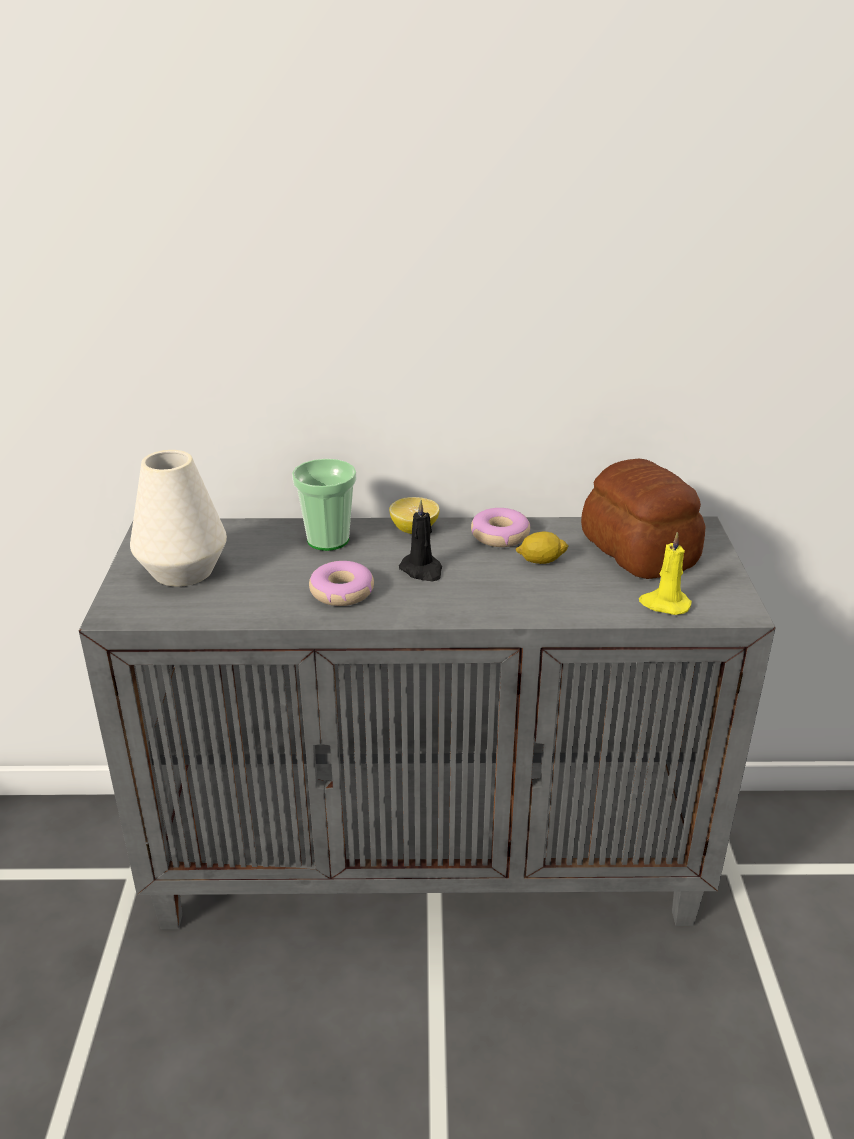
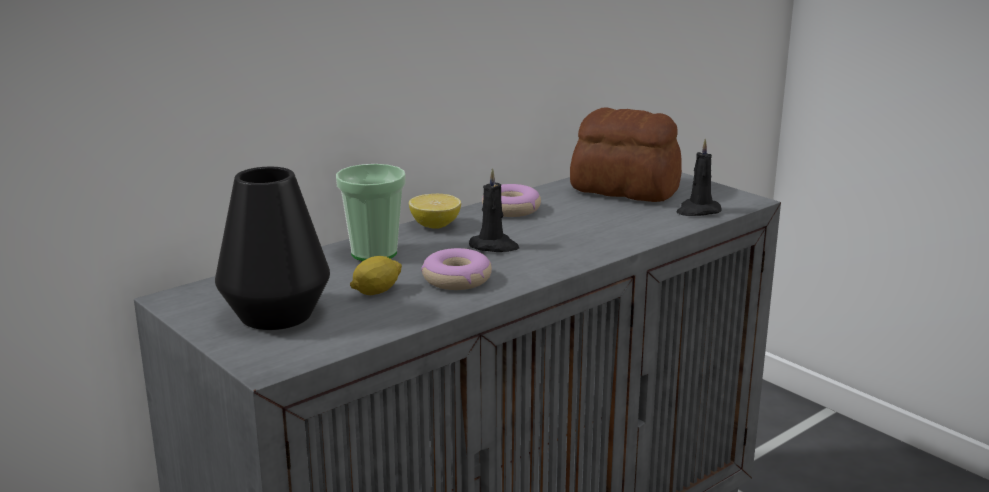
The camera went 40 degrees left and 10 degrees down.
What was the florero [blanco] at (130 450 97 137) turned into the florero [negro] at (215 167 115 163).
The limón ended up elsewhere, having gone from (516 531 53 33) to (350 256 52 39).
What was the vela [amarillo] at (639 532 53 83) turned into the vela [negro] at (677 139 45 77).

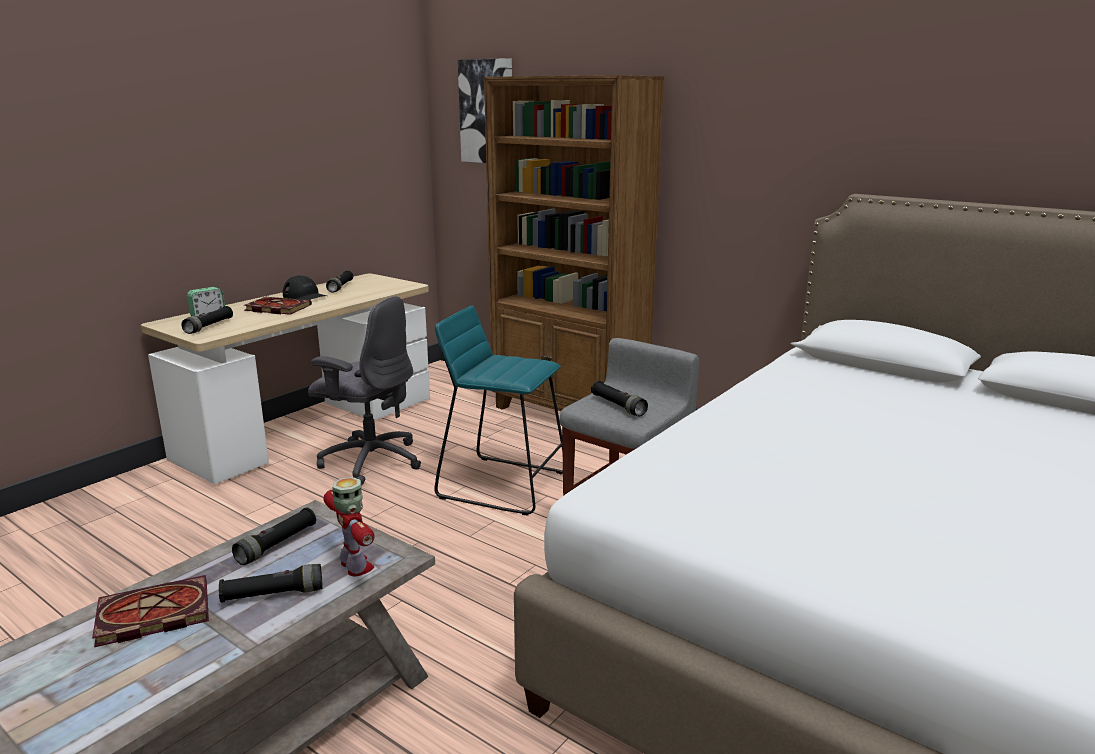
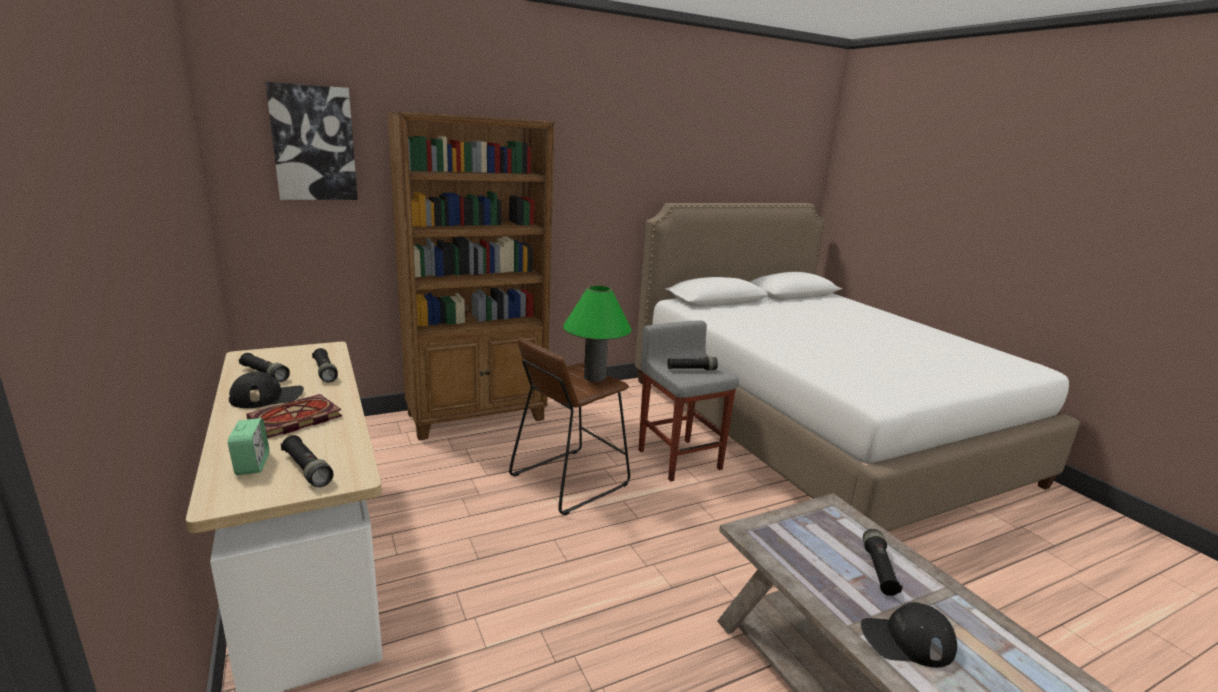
The camera went 65 degrees left and 0 degrees up.
The second view lost the silla de oficina [gris] at (308 296 113 190).
What was the taburete [turquesa] at (434 306 129 209) turned into the taburete [marrón] at (509 338 121 177).
The second view lost the robot de juguete at (324 477 50 100).
The linterna [negro] ended up elsewhere, having gone from (232 507 84 58) to (312 348 26 35).
Where the libro stood at (92 575 117 72), the gorra [negro] came to stand at (861 602 96 66).
The second view gained the lámpara de mesa [verde] at (563 285 69 97).

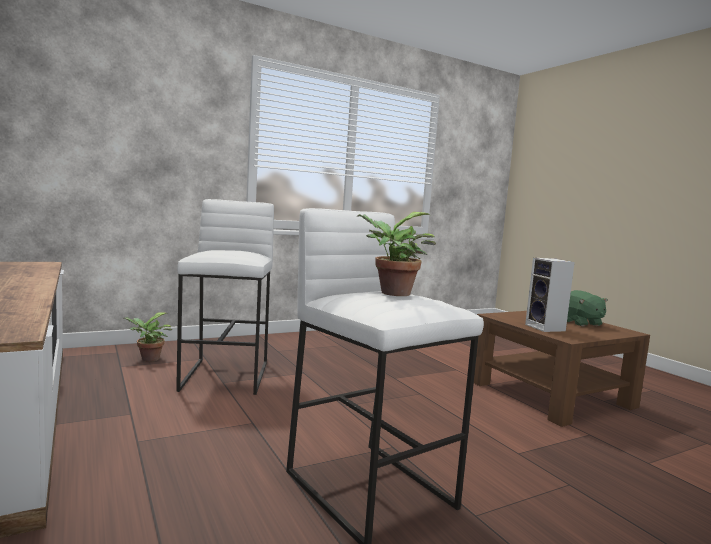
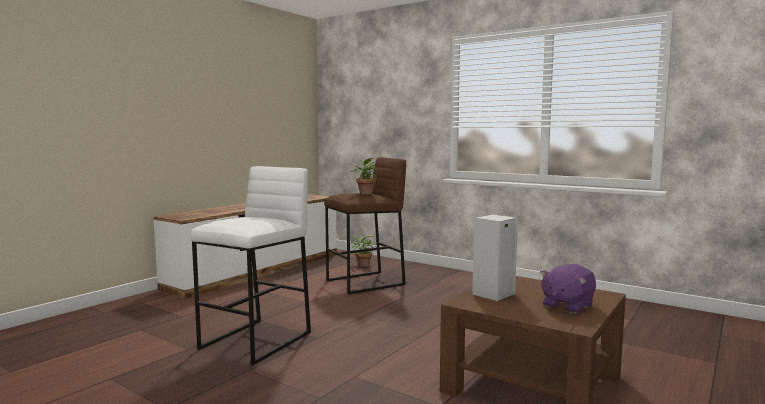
The camera went 65 degrees right and 0 degrees up.
What was the taburete [blanco] at (176 199 98 196) turned into the taburete [marrón] at (324 157 82 138).
The planta en maceta ended up elsewhere, having gone from (358 212 78 84) to (350 158 27 36).
What was the peluche [verde] at (567 290 41 37) turned into the peluche [morado] at (539 264 57 50).

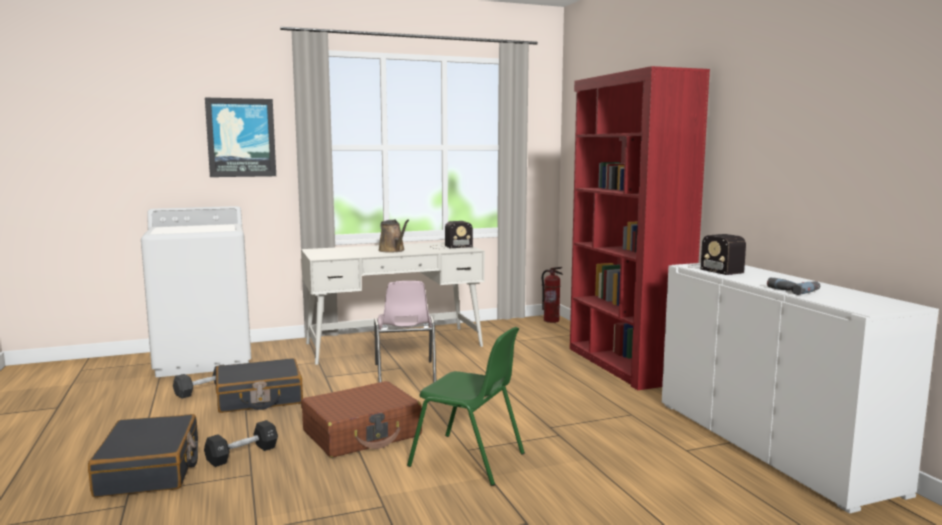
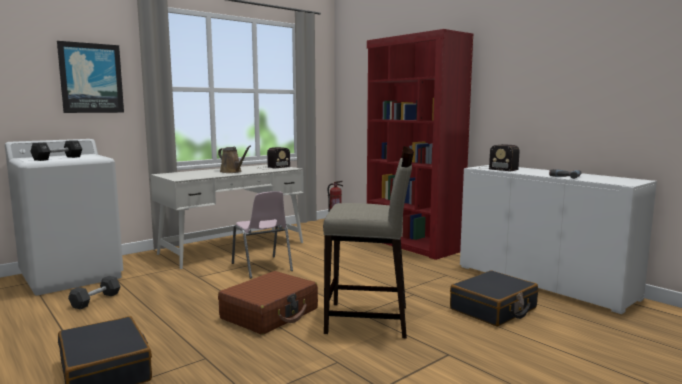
The camera went 20 degrees left and 0 degrees up.
Where the silla [verde] stood at (407 327 118 159), the taburete [beis] came to stand at (323 146 91 192).
The maleta [negro] ended up elsewhere, having gone from (216 358 87 55) to (450 270 88 56).
The mancuerna [negro] ended up elsewhere, having gone from (204 420 74 47) to (30 140 52 21).

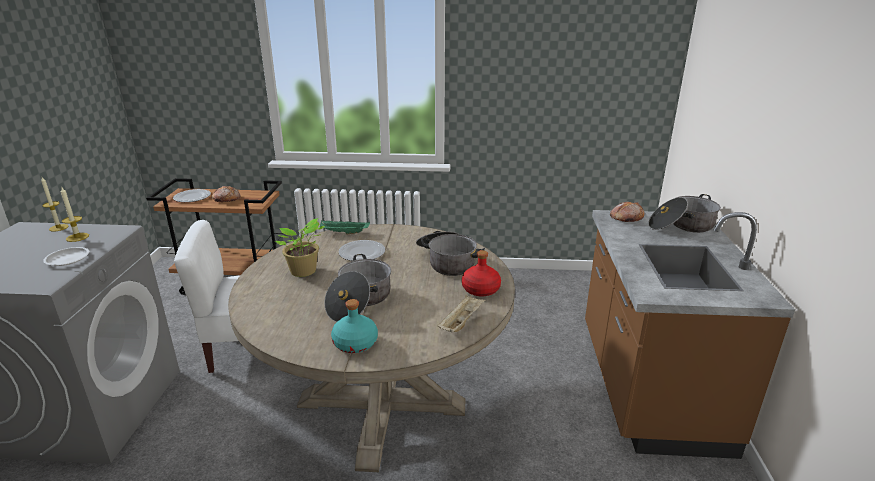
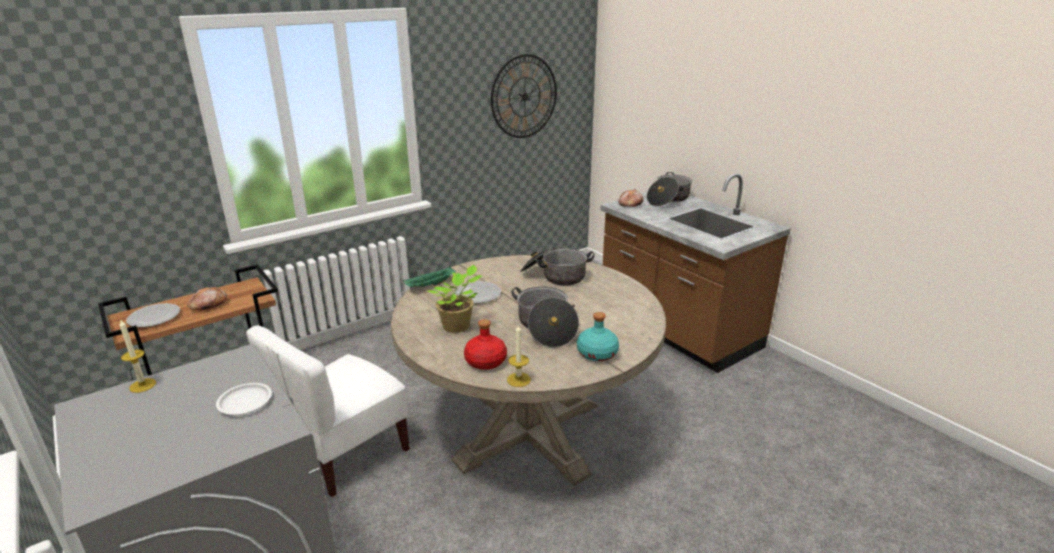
The camera went 40 degrees left and 0 degrees up.
The vela ended up elsewhere, having gone from (61 186 28 56) to (507 325 24 62).
The botella [rojo] ended up elsewhere, having gone from (462 250 39 46) to (464 319 43 51).
The second view lost the bandeja [beis] at (437 295 48 38).
The second view gained the reloj de pared at (491 54 66 84).

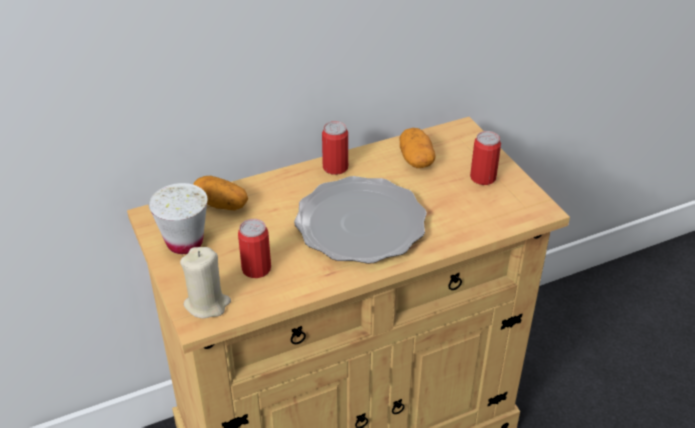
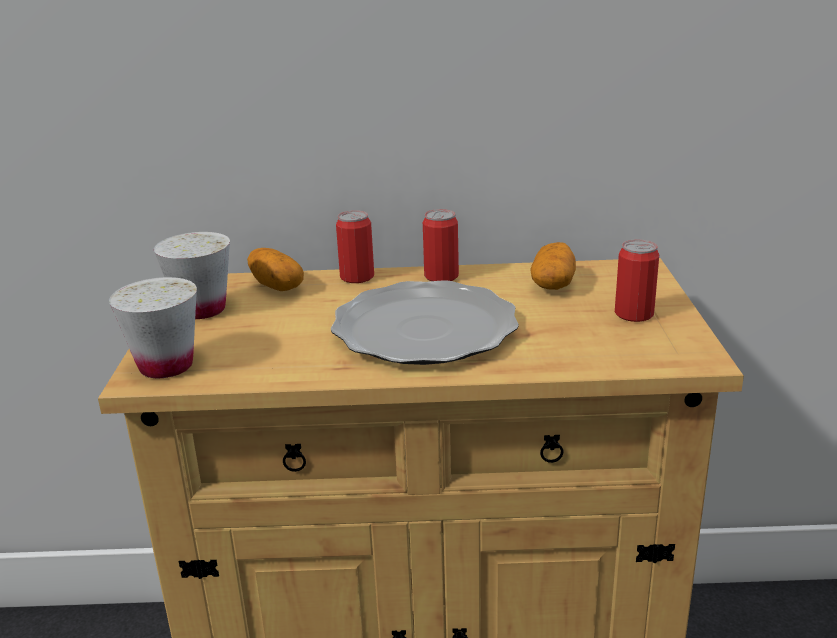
The camera went 25 degrees right and 15 degrees down.
The lata ended up elsewhere, having gone from (238 219 33 59) to (336 210 38 73).
Where the vela [beis] stood at (180 247 51 72), the taza [blanco] came to stand at (108 277 89 101).

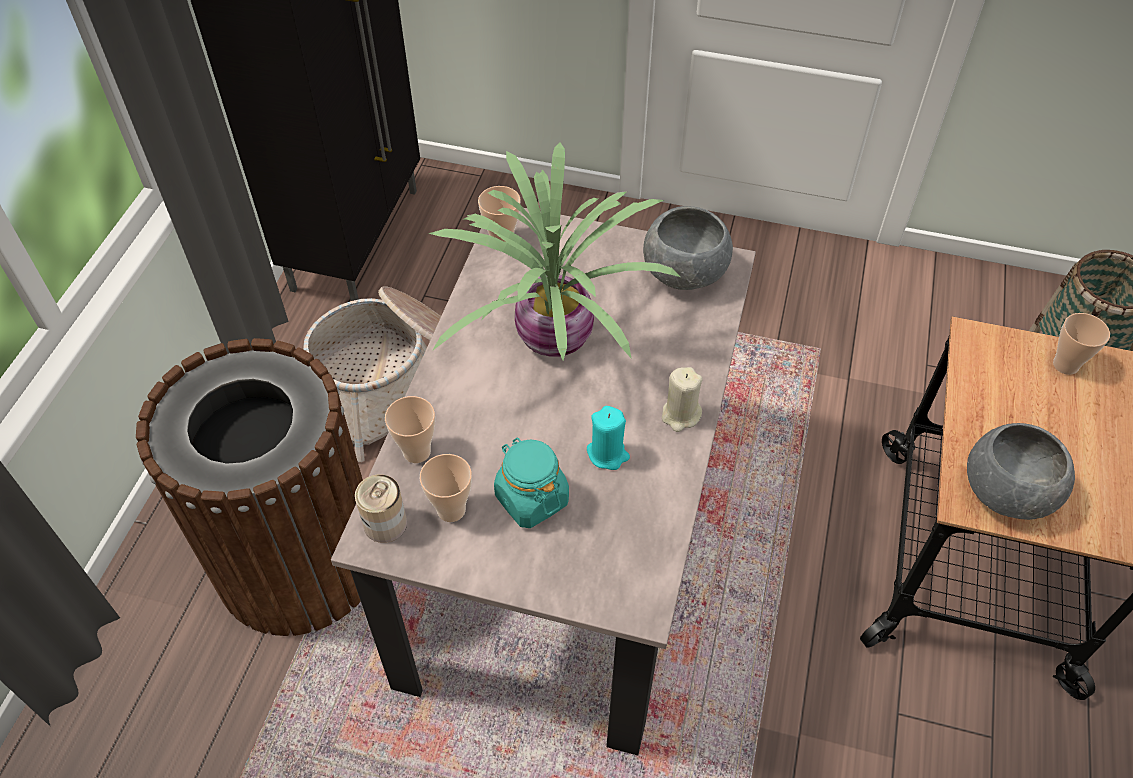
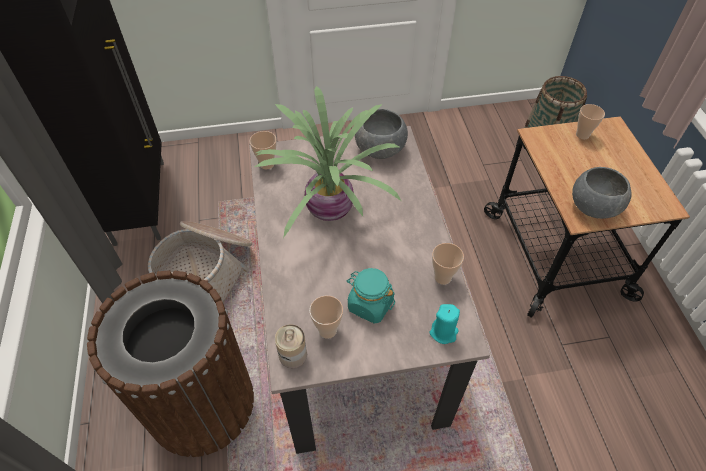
The camera went 25 degrees left and 0 degrees up.
The second view lost the vela [beis] at (662 367 41 65).
The taza ended up elsewhere, having gone from (385 396 50 67) to (432 243 32 42).
The vela [turquesa] ended up elsewhere, having gone from (587 406 43 64) to (430 304 30 40).

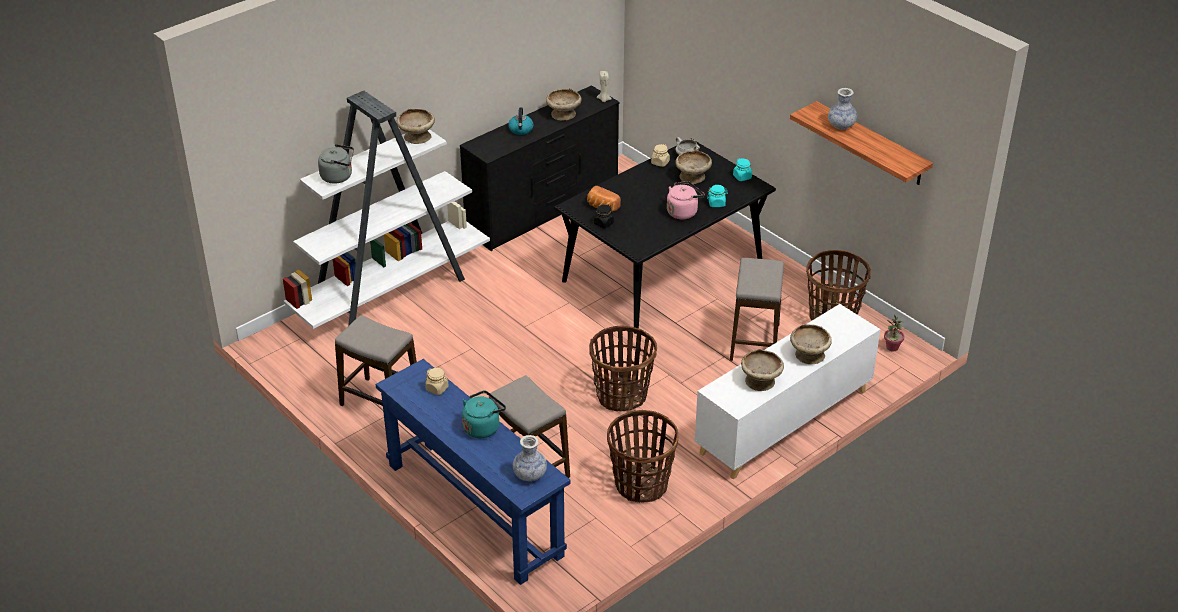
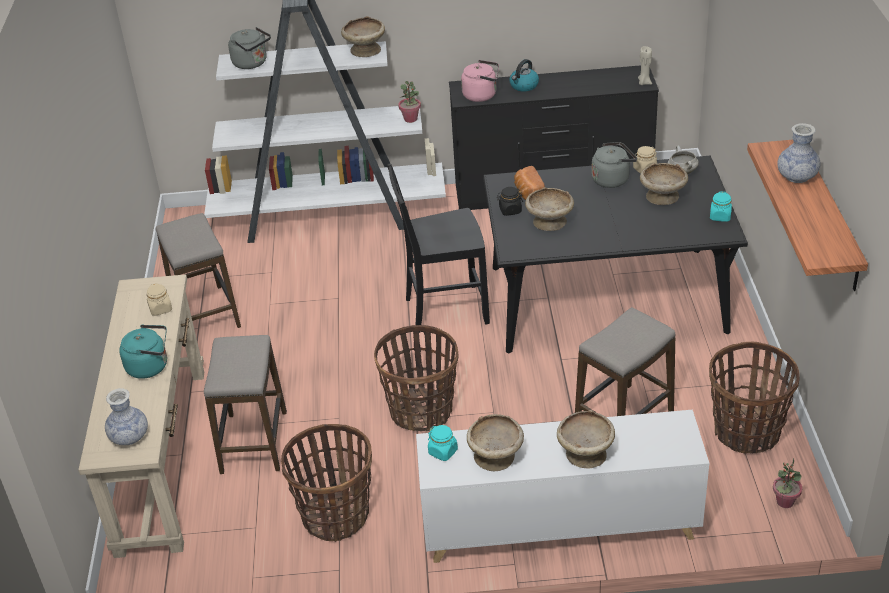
The camera went 40 degrees right and 0 degrees up.
The cuenco [beis] ended up elsewhere, having gone from (546 88 36 33) to (525 187 49 44).
The hervidor [rosa] ended up elsewhere, having gone from (667 181 38 38) to (461 60 38 42).
The tarro [turquesa] ended up elsewhere, having gone from (707 185 21 22) to (428 425 30 36).
What was the mesa consola [azul] at (375 359 196 226) turned into the mesa consola [beis] at (78 274 126 284).
The second view gained the planta en maceta at (398 81 23 42).
The second view gained the hervidor [gris] at (591 142 46 46).
The second view gained the silla [negro] at (387 163 103 170).

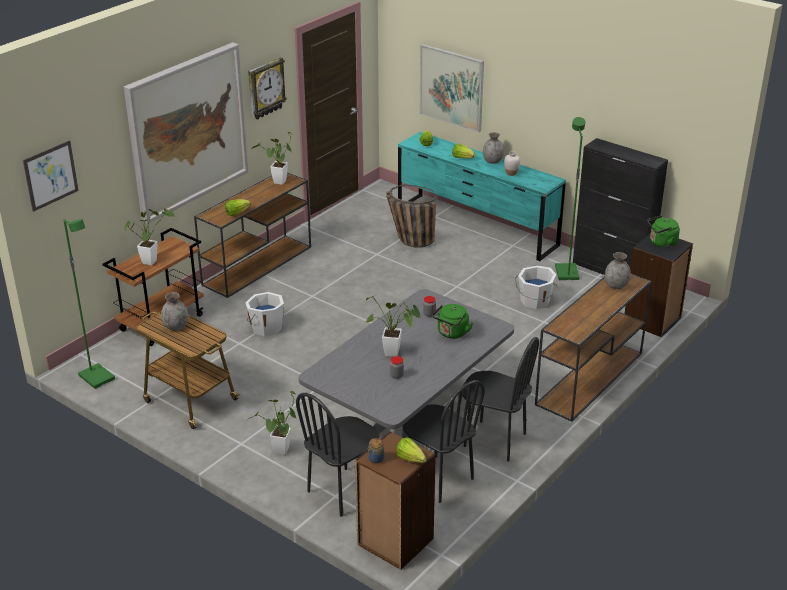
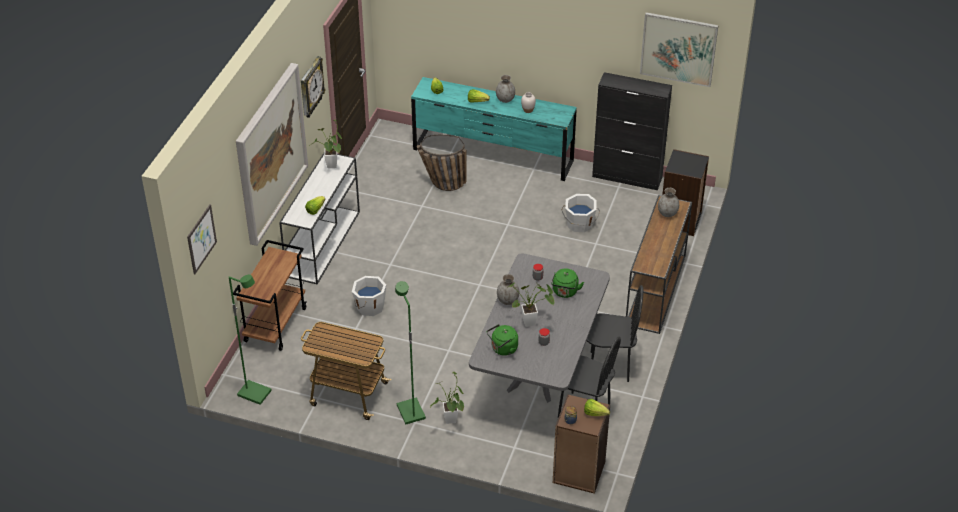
The camera went 20 degrees left and 10 degrees up.
The cuadro ended up elsewhere, having gone from (420 44 64 88) to (640 12 79 75).
The lámpara de pie [verde] ended up elsewhere, having gone from (555 117 31 163) to (395 281 31 143).
What was the mesa consola [marrón] at (194 173 117 125) turned into the mesa consola [blanco] at (279 153 81 131).
The second view lost the planta en maceta at (125 208 50 57).
The hervidor [verde] ended up elsewhere, having gone from (647 215 33 33) to (487 324 31 32).
The florero [gris] ended up elsewhere, having gone from (161 292 27 39) to (497 274 23 31).
The second view lost the silla [negro] at (296 393 84 124).

